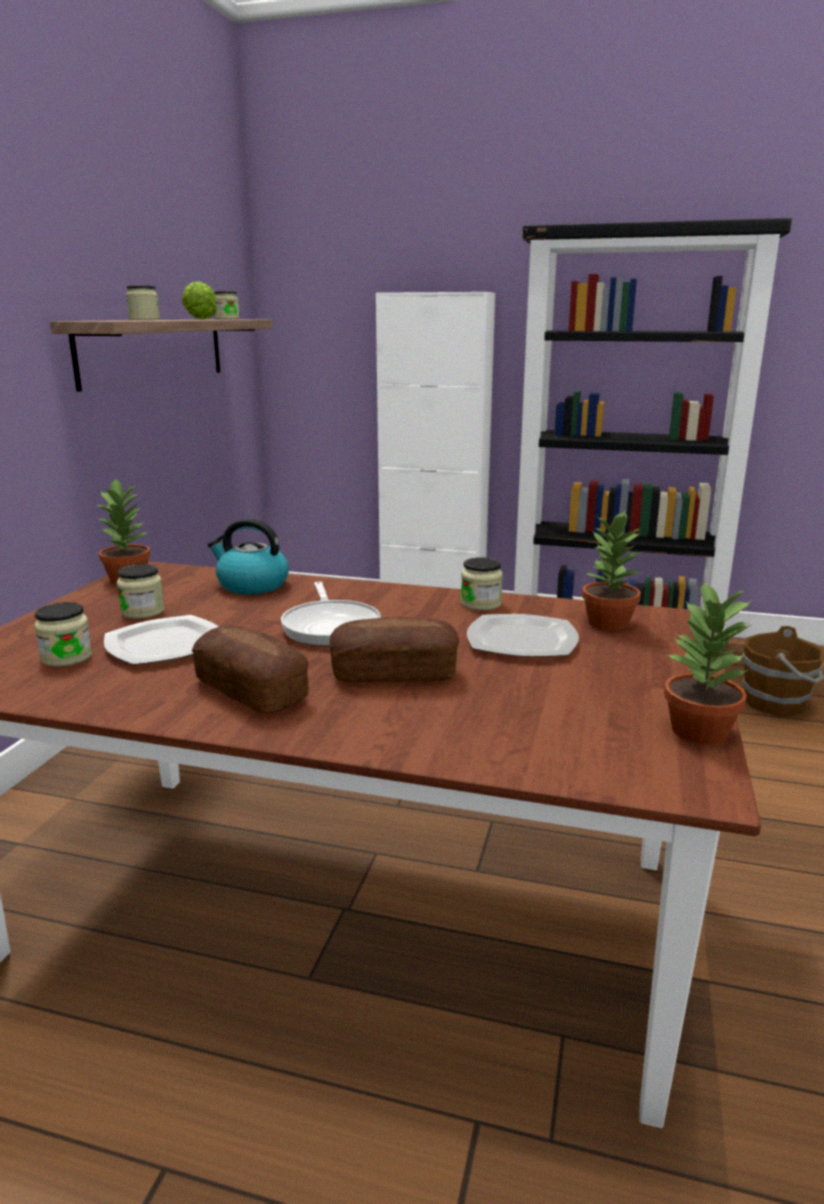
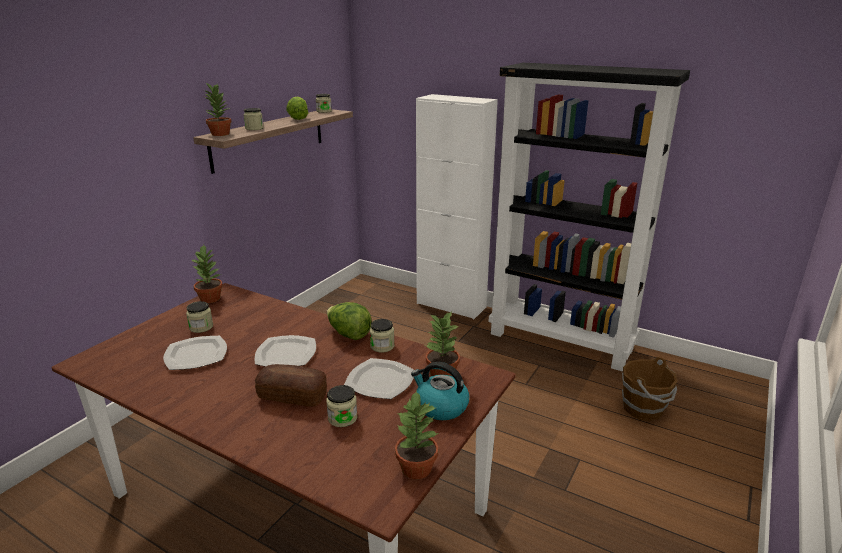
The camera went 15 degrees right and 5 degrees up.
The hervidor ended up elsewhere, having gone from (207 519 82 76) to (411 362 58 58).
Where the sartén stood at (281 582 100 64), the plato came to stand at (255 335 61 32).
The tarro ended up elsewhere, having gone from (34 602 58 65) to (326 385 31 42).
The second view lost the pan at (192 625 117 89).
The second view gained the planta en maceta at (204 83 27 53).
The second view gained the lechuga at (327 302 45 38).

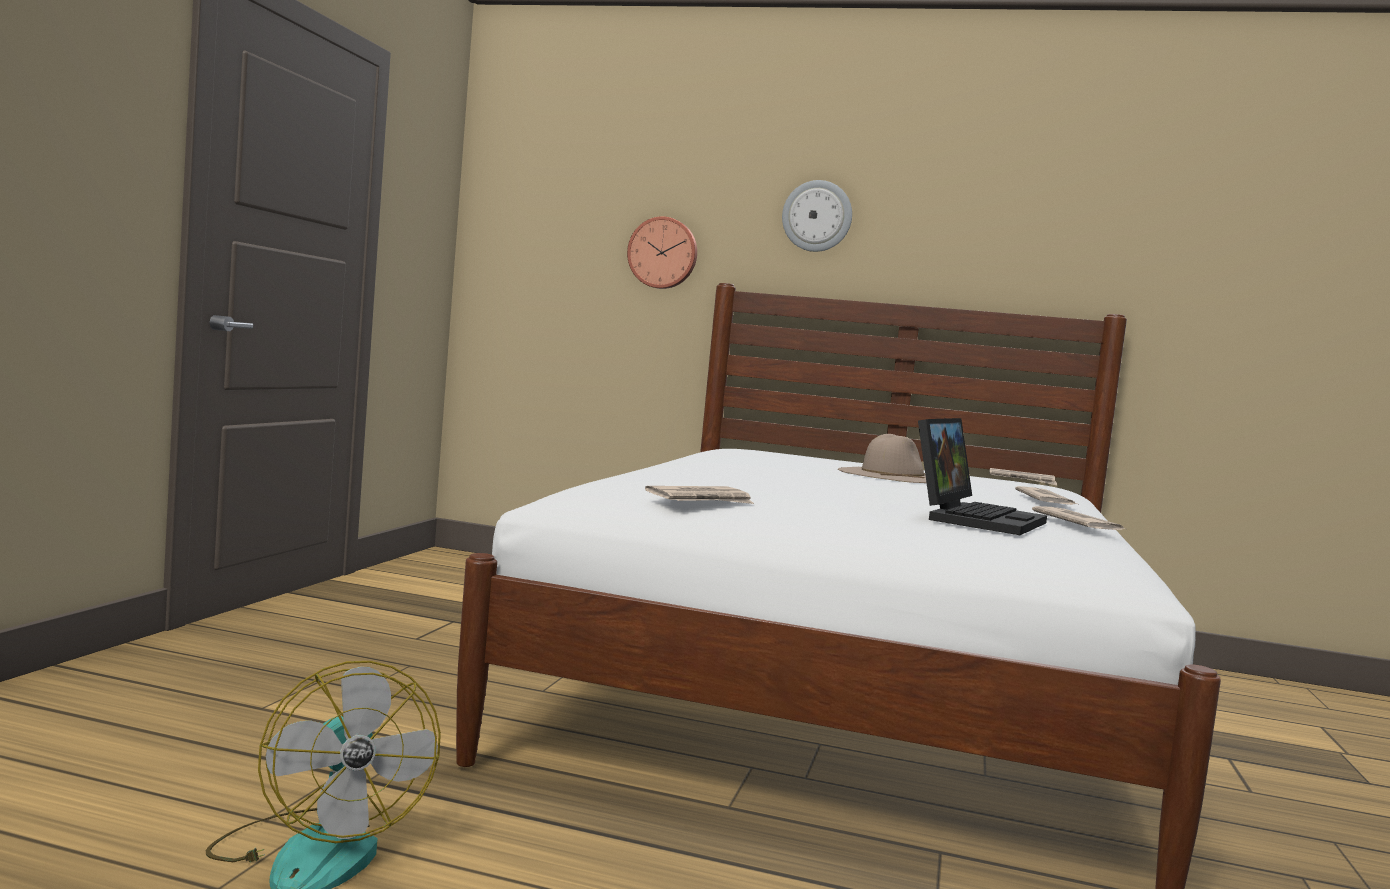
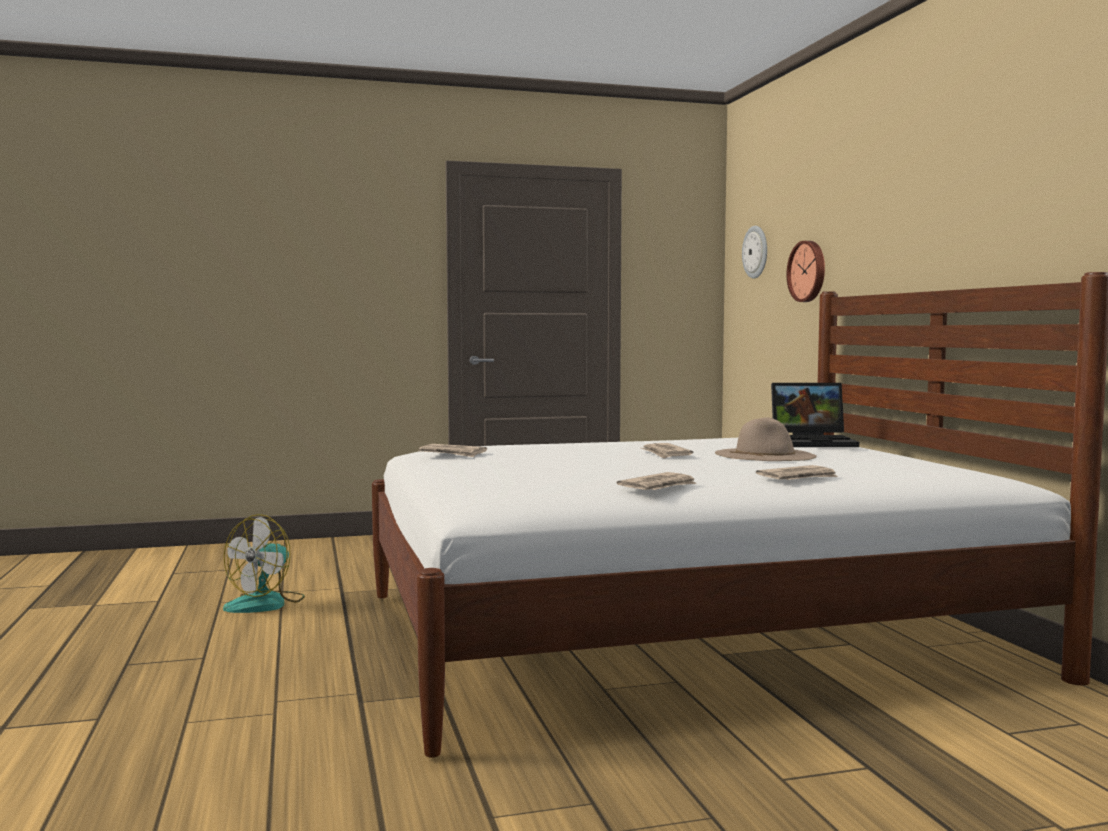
The camera went 60 degrees right and 0 degrees up.
The reloj de pared ended up elsewhere, having gone from (782 180 70 72) to (742 226 25 53).
The portátil ended up elsewhere, having gone from (918 418 129 117) to (771 382 88 65).
The periódico ended up elsewhere, having gone from (989 468 68 17) to (641 443 52 16).

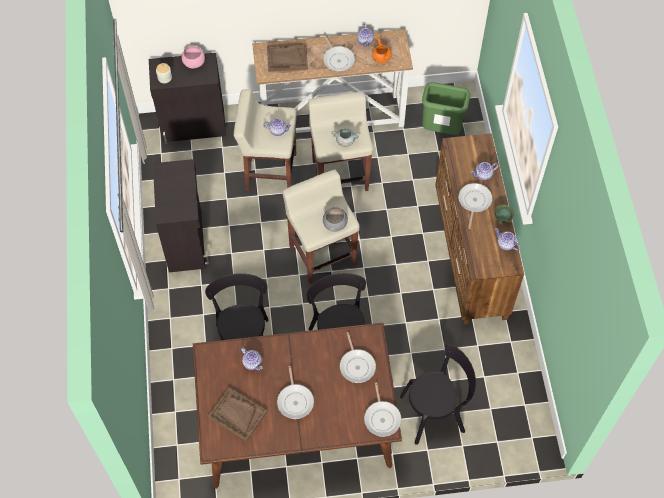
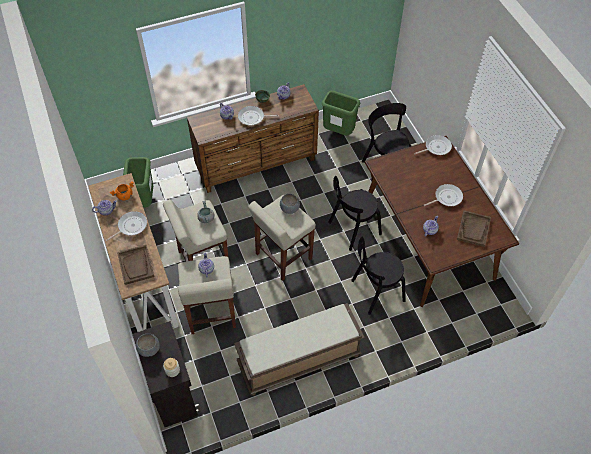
The camera went 105 degrees left and 5 degrees down.
What was the cuenco [rosa] at (182 46 23 23) turned into the cuenco [gris] at (136 333 24 24).
Where the armario [negro] stood at (153 159 56 113), the banco [marrón] came to stand at (234 303 131 93).
The second view lost the sartén at (340 332 36 51).
The second view gained the papelera [verde] at (321 91 39 45).

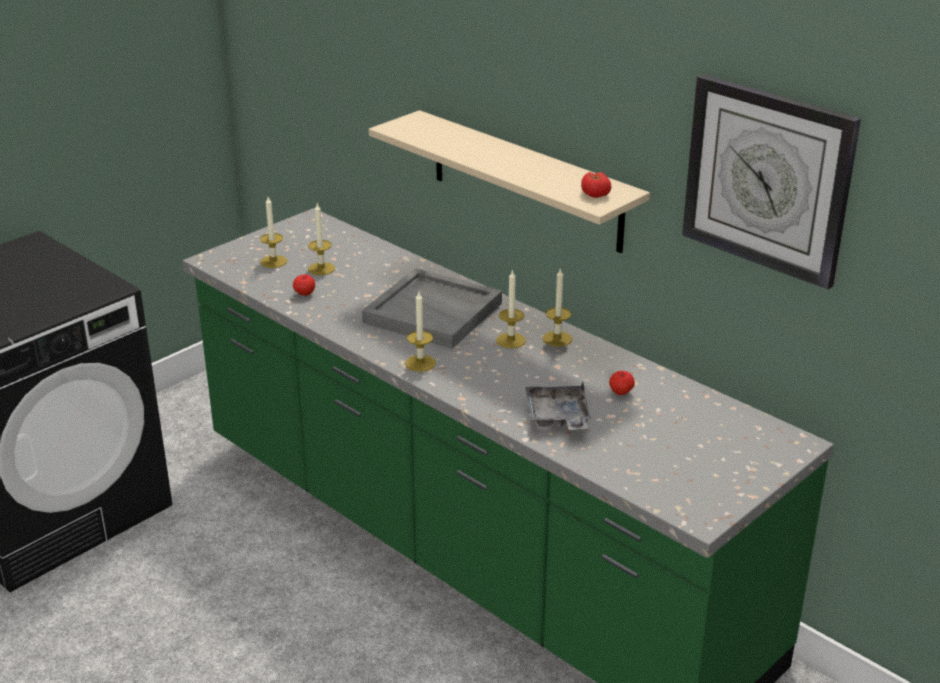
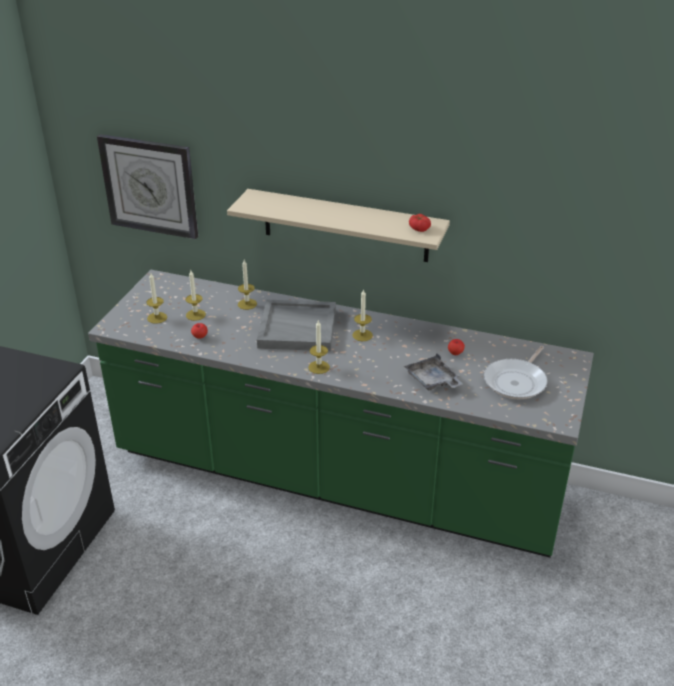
The camera went 25 degrees left and 5 degrees up.
The reloj de pared ended up elsewhere, having gone from (682 74 179 216) to (97 134 101 105).
The vela ended up elsewhere, having gone from (543 268 29 79) to (238 260 19 50).
The second view gained the sartén at (484 346 64 53).

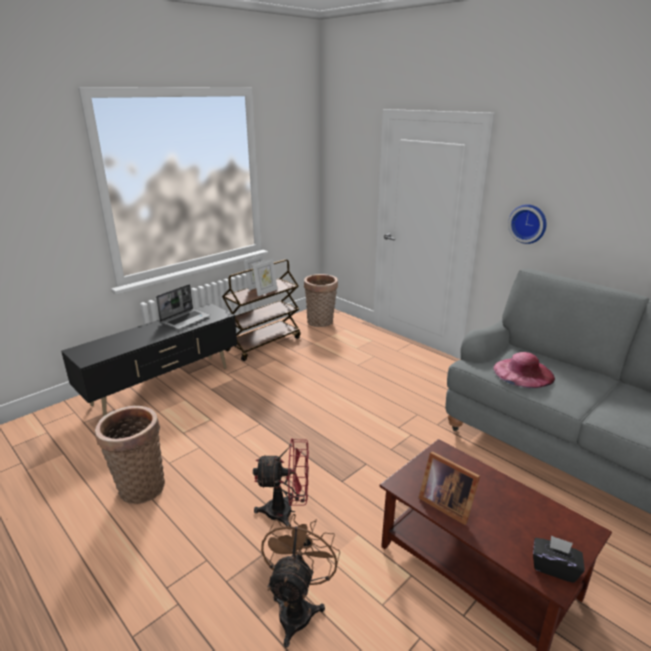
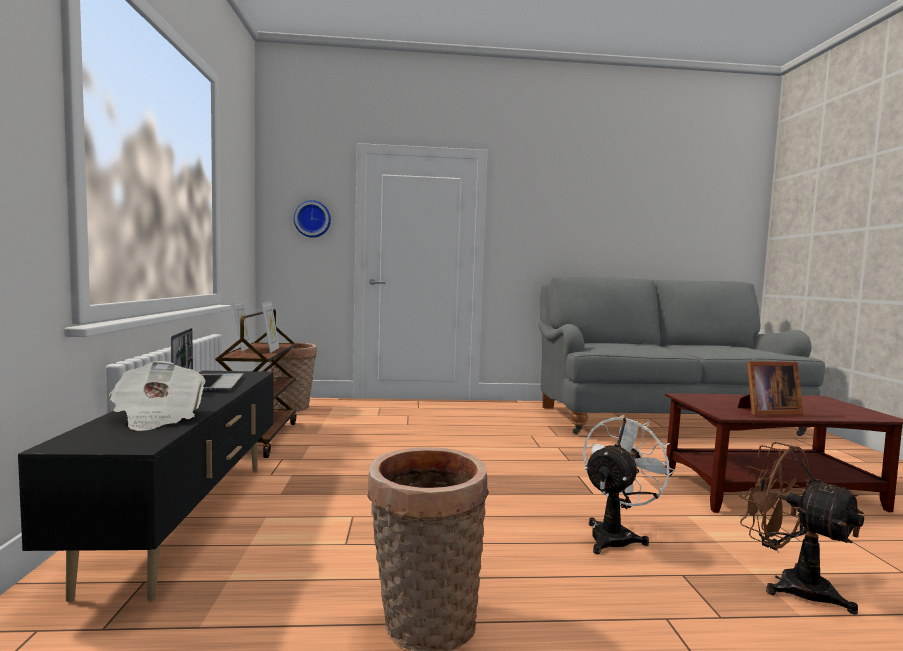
The camera went 50 degrees left and 20 degrees down.
The reloj de pared ended up elsewhere, having gone from (508 204 39 40) to (294 200 37 38).
The second view lost the sombrero [rosa] at (493 352 62 36).
What was the ventilador [rojo] at (253 438 56 88) turned into the ventilador [blanco] at (583 415 92 139).
The second view lost the caja de pañuelos [negro] at (533 535 52 48).
The second view gained the periódico at (109 361 97 70).

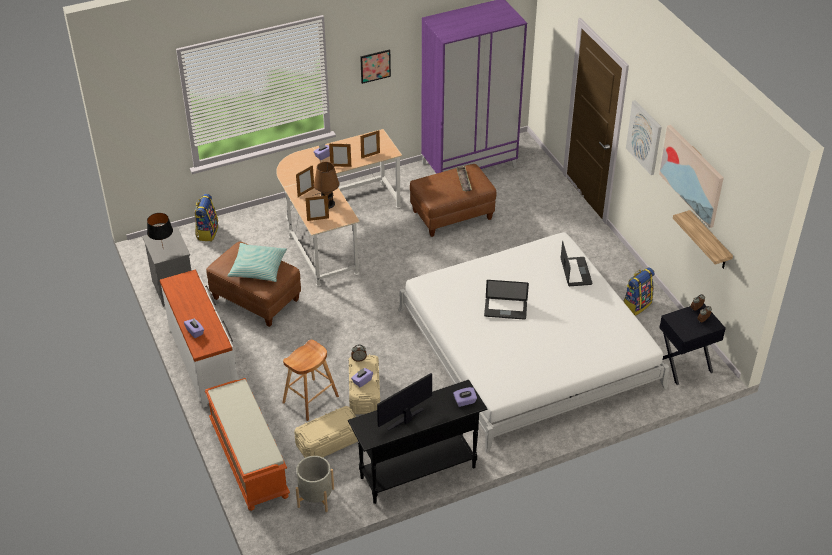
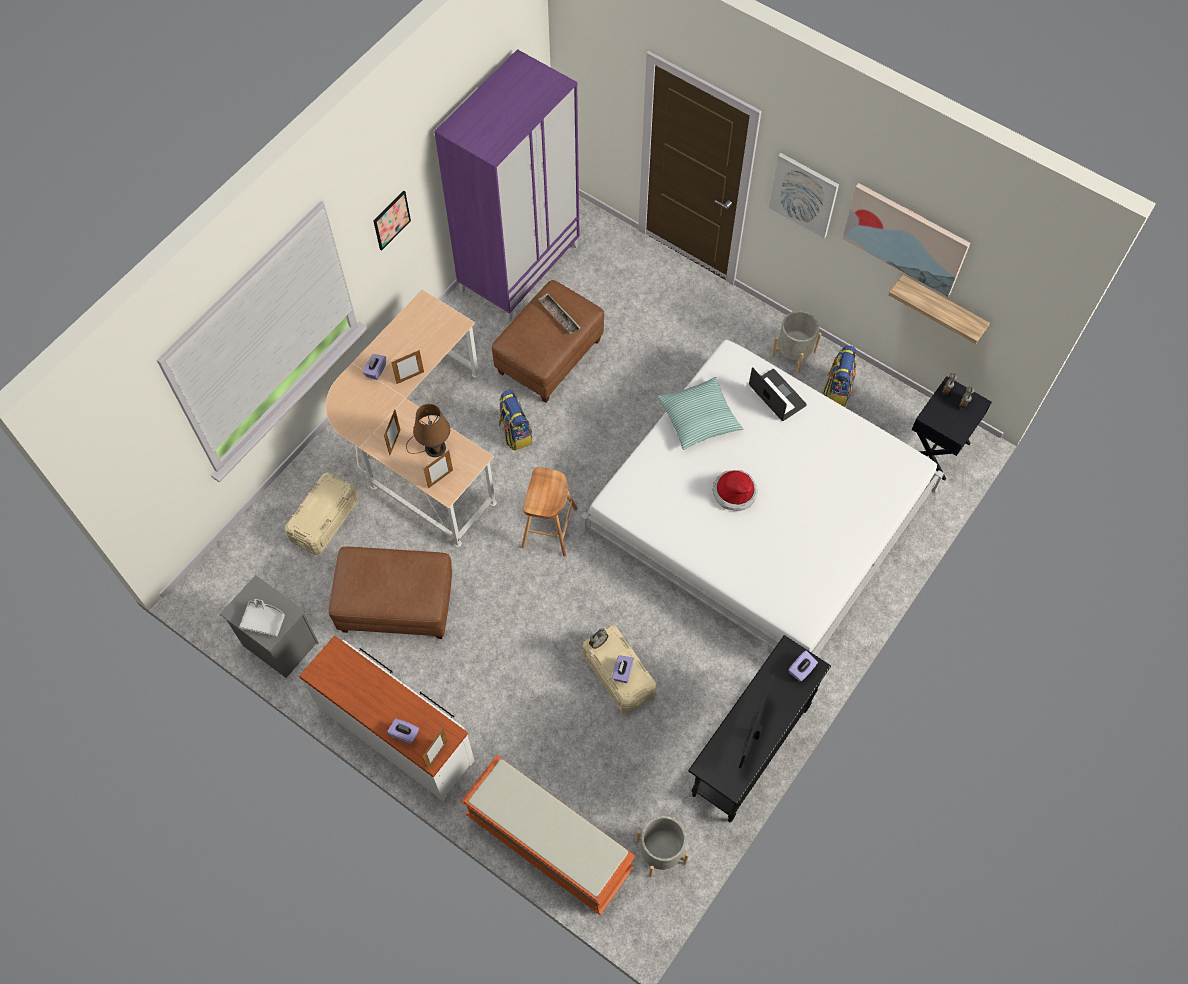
The camera went 30 degrees left and 20 degrees up.
The portarretratos ended up elsewhere, having gone from (360 130 20 29) to (422 728 26 42).
The mochila ended up elsewhere, having gone from (195 194 23 47) to (499 389 33 62).
Where the lámpara de mesa [negro] stood at (147 213 26 33), the bandeja [gris] came to stand at (239 599 46 38).
The cojín ended up elsewhere, having gone from (228 243 59 39) to (657 377 86 73).
Where the portátil stood at (484 280 45 40), the sombrero came to stand at (713 470 45 41).
The taburete [marrón] ended up elsewhere, having gone from (282 340 57 81) to (521 467 57 89).
The caja de almacenaje [beis] ended up elsewhere, having gone from (294 406 64 52) to (285 472 73 83).
The second view gained the maceta [gris] at (771 311 50 62).

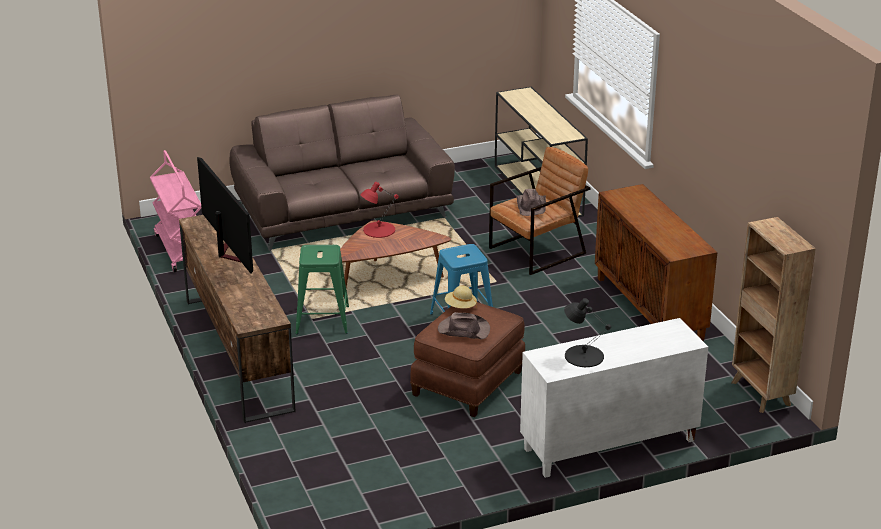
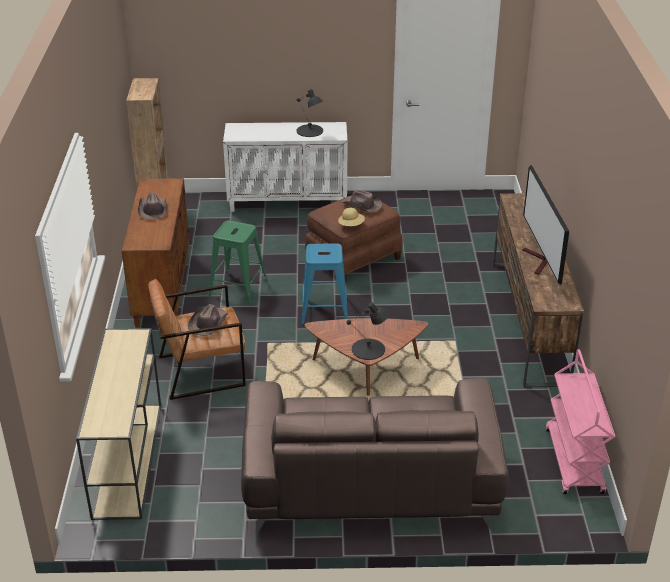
The camera went 160 degrees left and 5 degrees up.
What was the lámpara de mesa [rojo] at (360 182 39 56) turned into the lámpara de mesa [negro] at (347 302 42 58).
The taburete [verde] ended up elsewhere, having gone from (295 245 54 89) to (209 221 58 83).
The second view gained the sombrero [marrón] at (138 192 29 28).

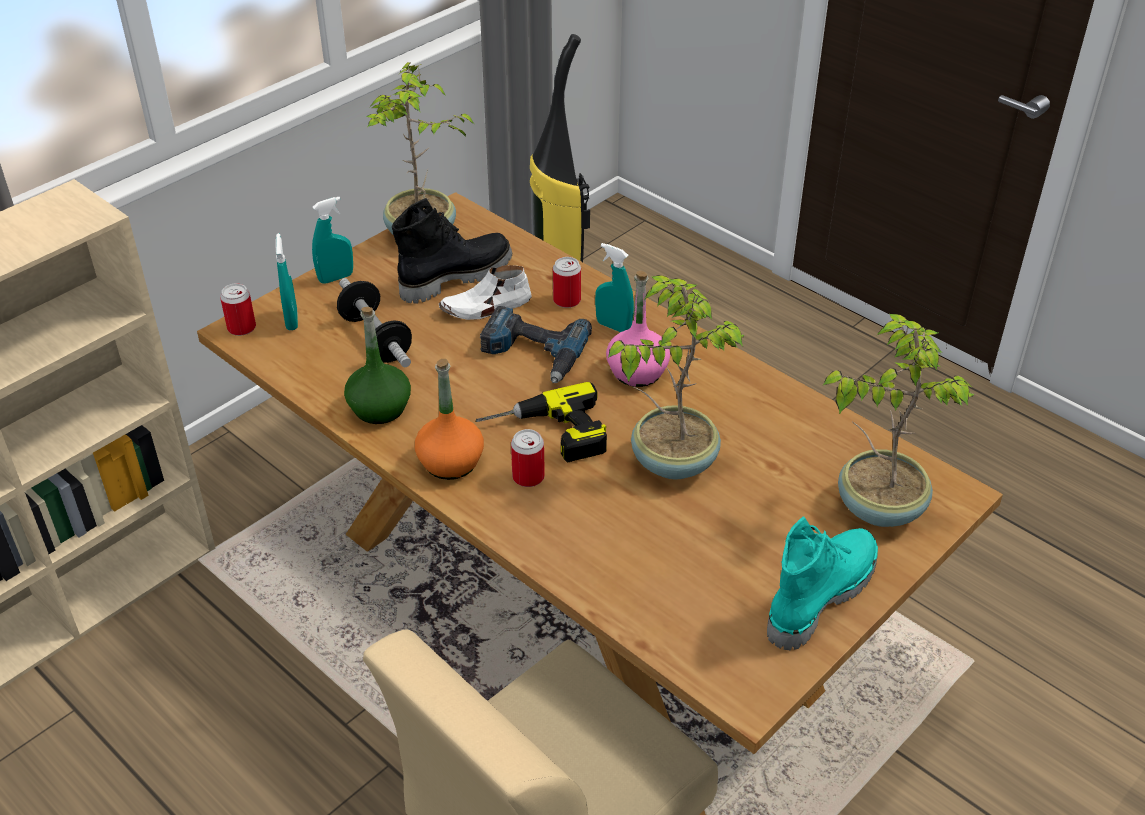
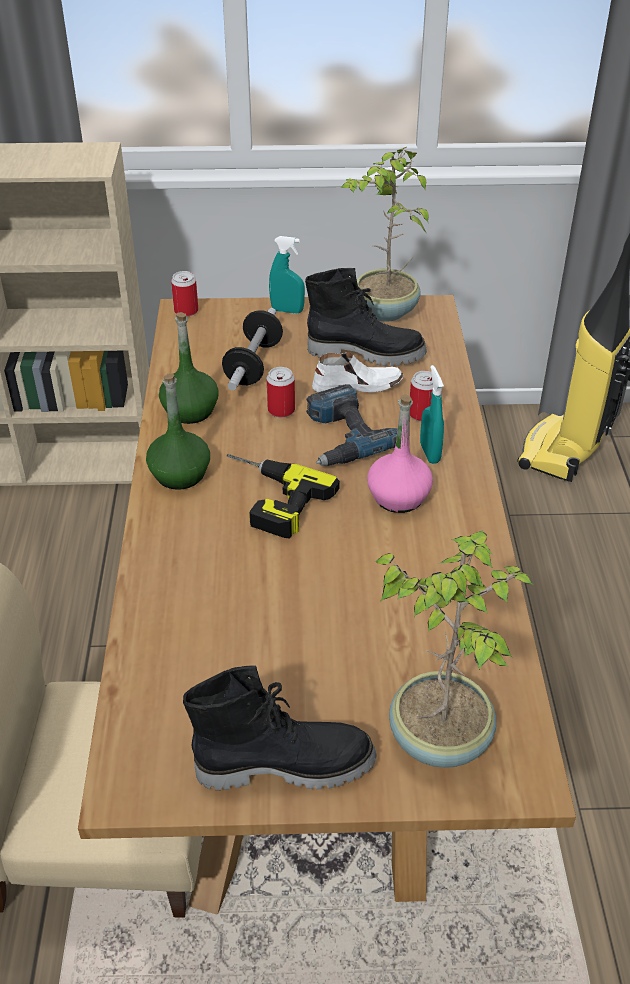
The camera went 45 degrees right and 0 degrees up.
The second view lost the pulverizador [turquesa] at (275 233 23 97).
The zapato [blanco] at (439 265 93 55) ended up facing another way, 150 degrees clockwise from before.
The second view lost the planta en maceta at (608 275 136 205).
What was the botella [naranja] at (415 359 69 121) turned into the botella [verde] at (146 373 64 117).
The lata ended up elsewhere, having gone from (511 429 34 58) to (267 367 28 50).
What was the bota [turquesa] at (767 516 111 134) turned into the bota [negro] at (183 666 194 124).

